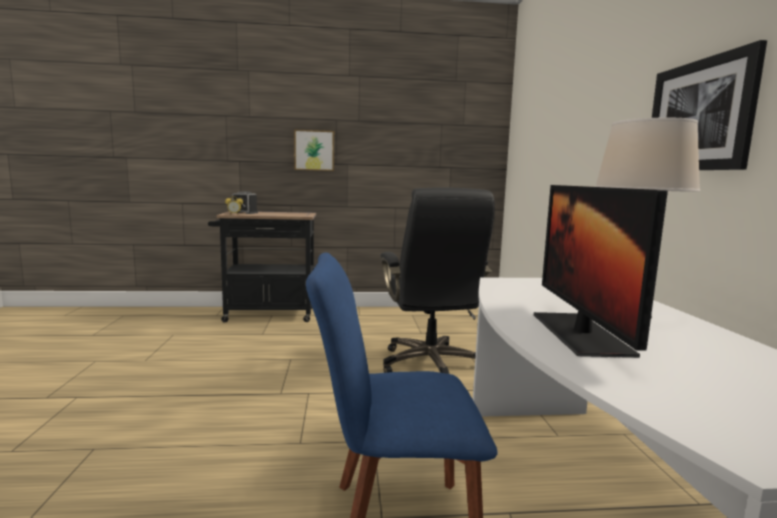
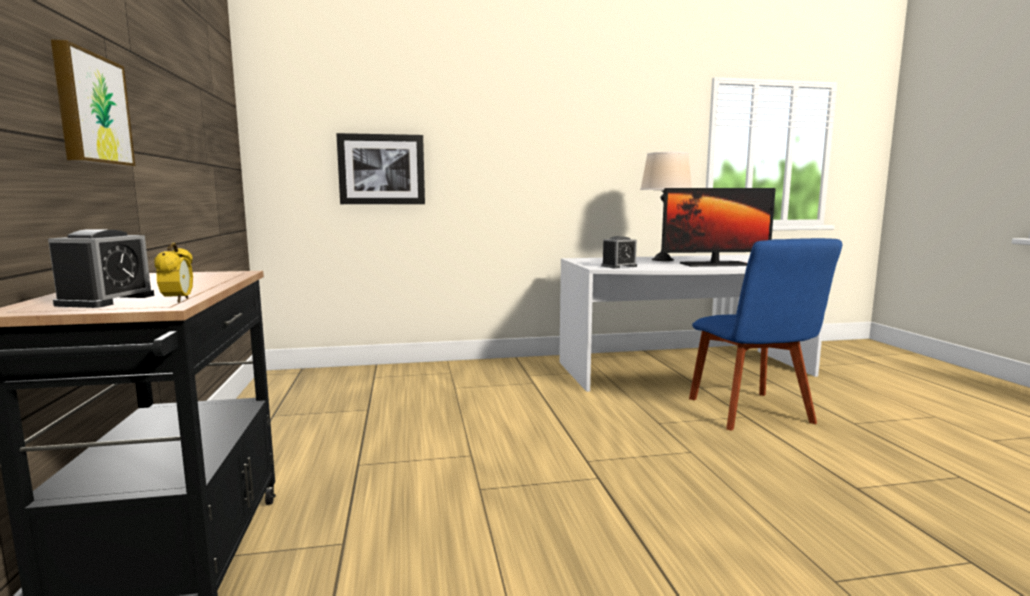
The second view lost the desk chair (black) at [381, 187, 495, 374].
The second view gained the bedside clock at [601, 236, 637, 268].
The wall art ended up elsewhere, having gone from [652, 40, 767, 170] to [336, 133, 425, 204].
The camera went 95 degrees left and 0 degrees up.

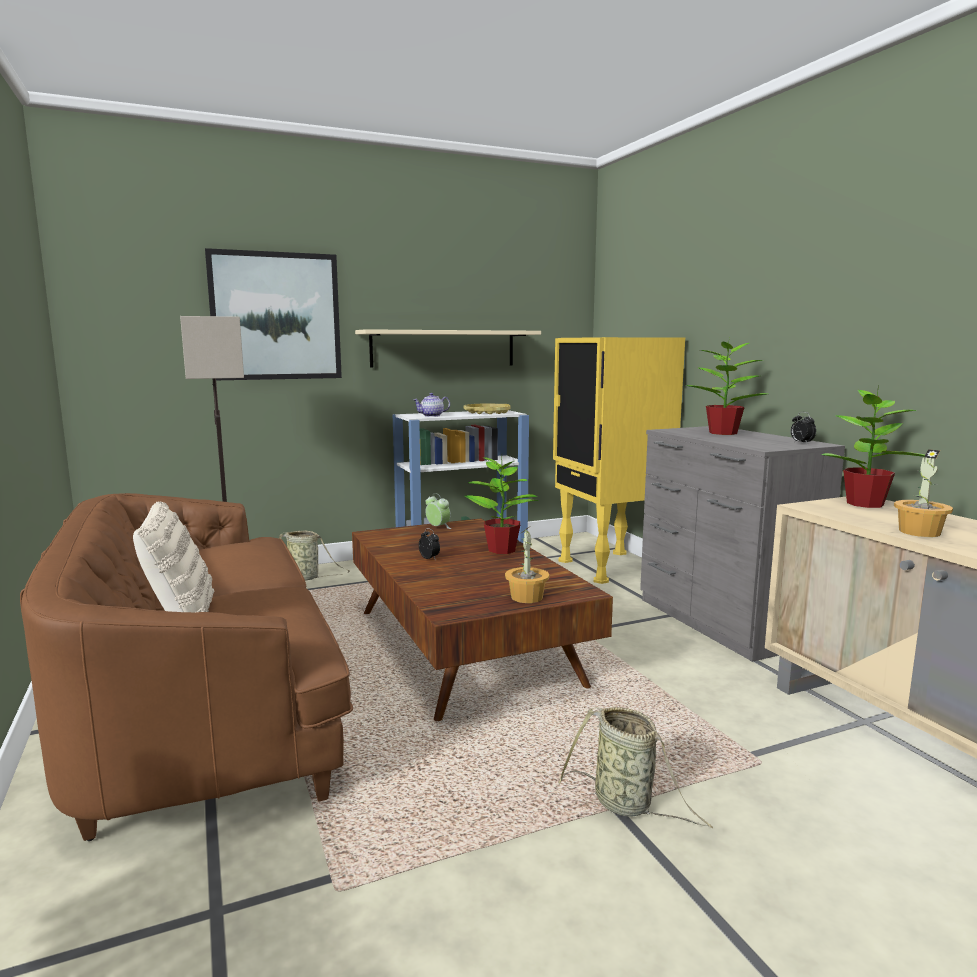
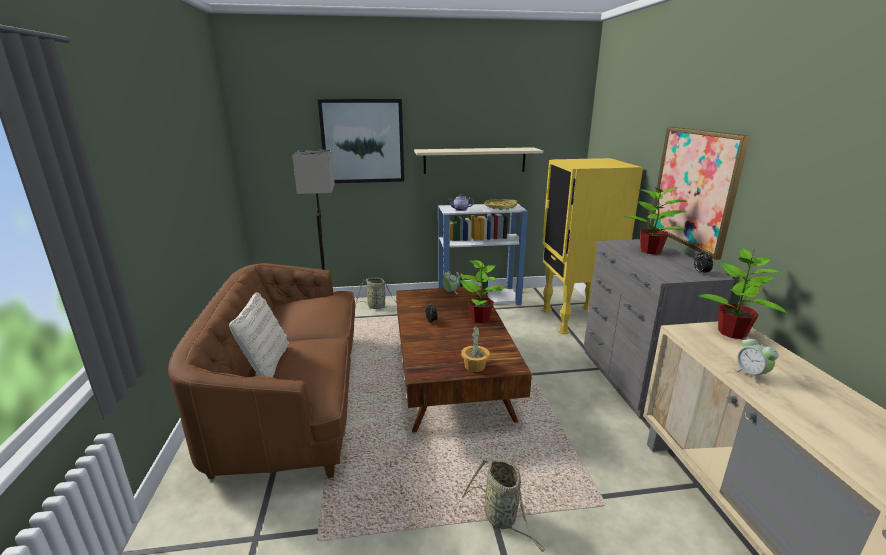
The second view gained the wall art at [650, 127, 750, 260].
Where the potted plant stood at [894, 449, 953, 537], the bedside clock came to stand at [733, 337, 779, 384].
The camera went 15 degrees right and 10 degrees up.

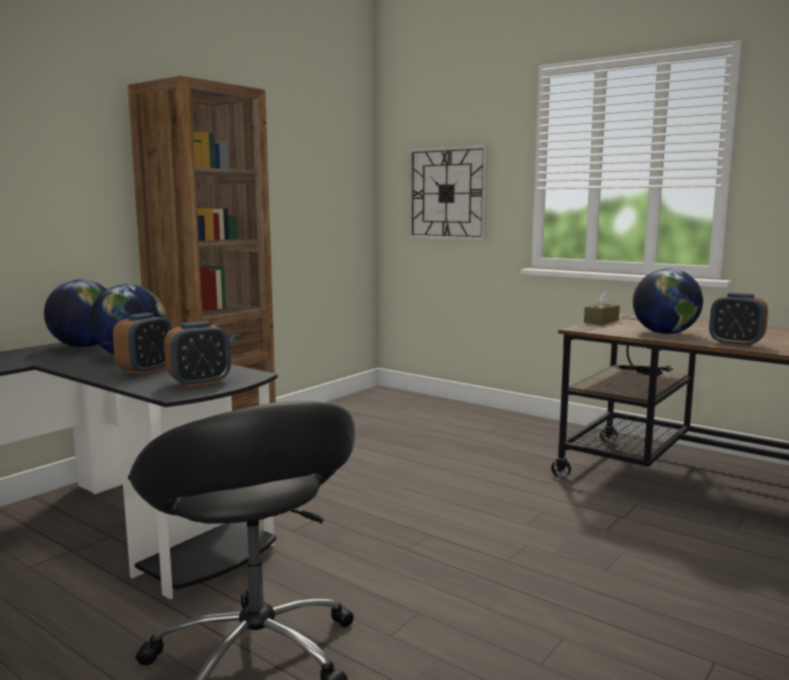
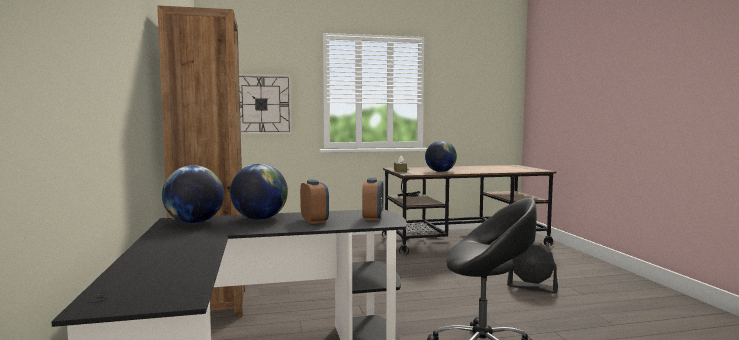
The second view lost the bedside clock at [709, 293, 768, 347].
The second view gained the electric fan (black) at [507, 242, 558, 293].
The camera went 50 degrees left and 5 degrees down.

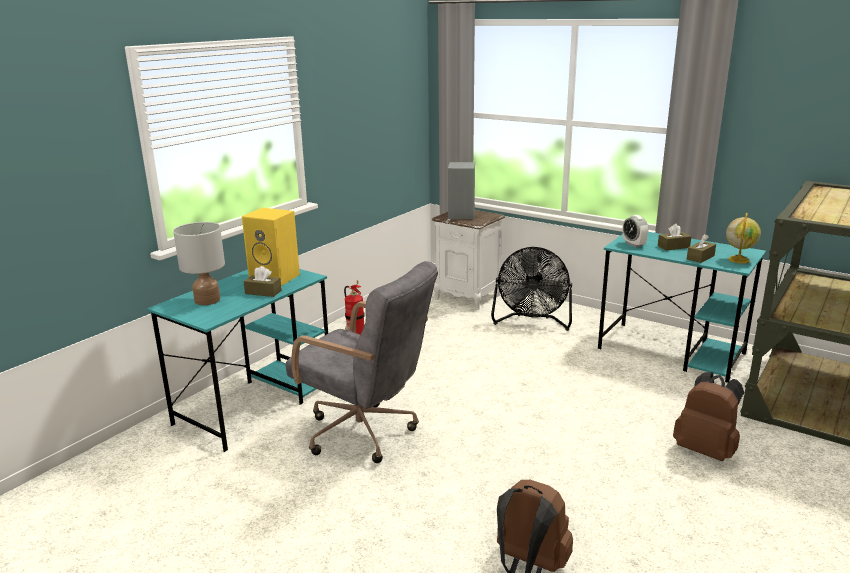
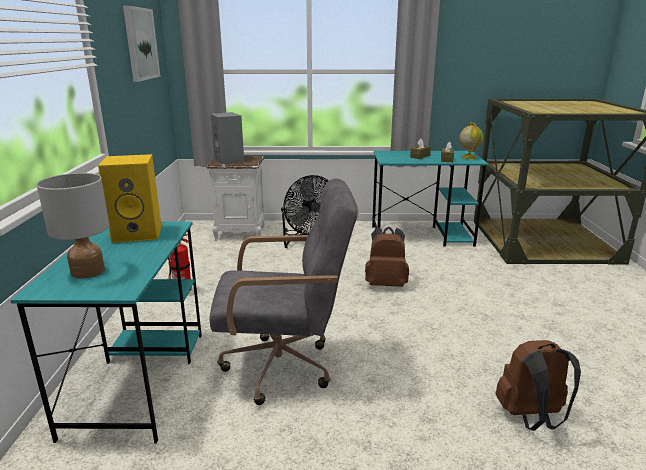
The second view lost the tissue box (brownish) at [244, 266, 282, 297].
The second view lost the bedside clock at [623, 215, 648, 247].
The second view gained the wall art at [123, 6, 160, 82].
The rucksack (brownish) ended up elsewhere, having gone from [673, 372, 744, 461] to [365, 227, 409, 287].
The camera went 35 degrees left and 0 degrees up.

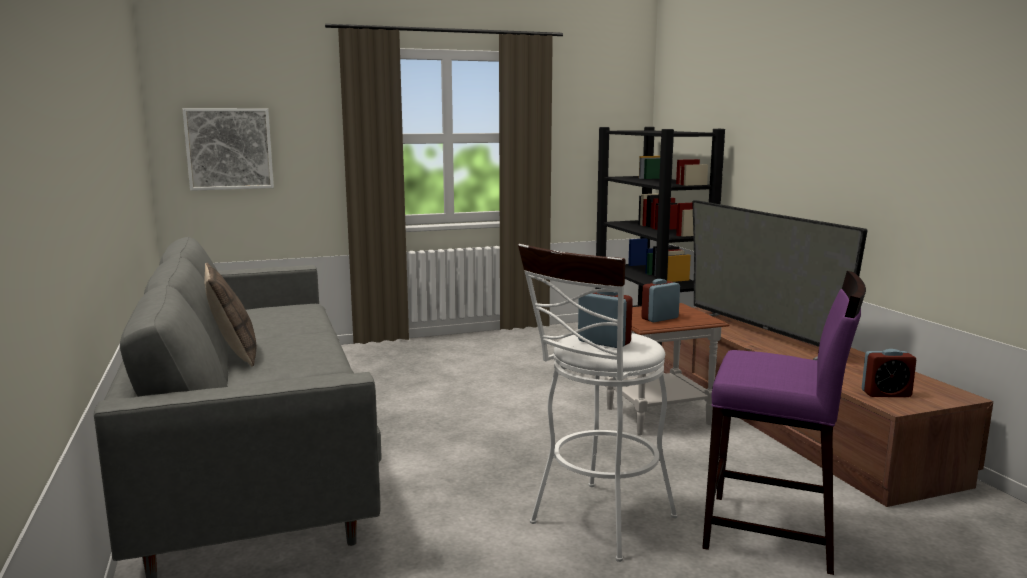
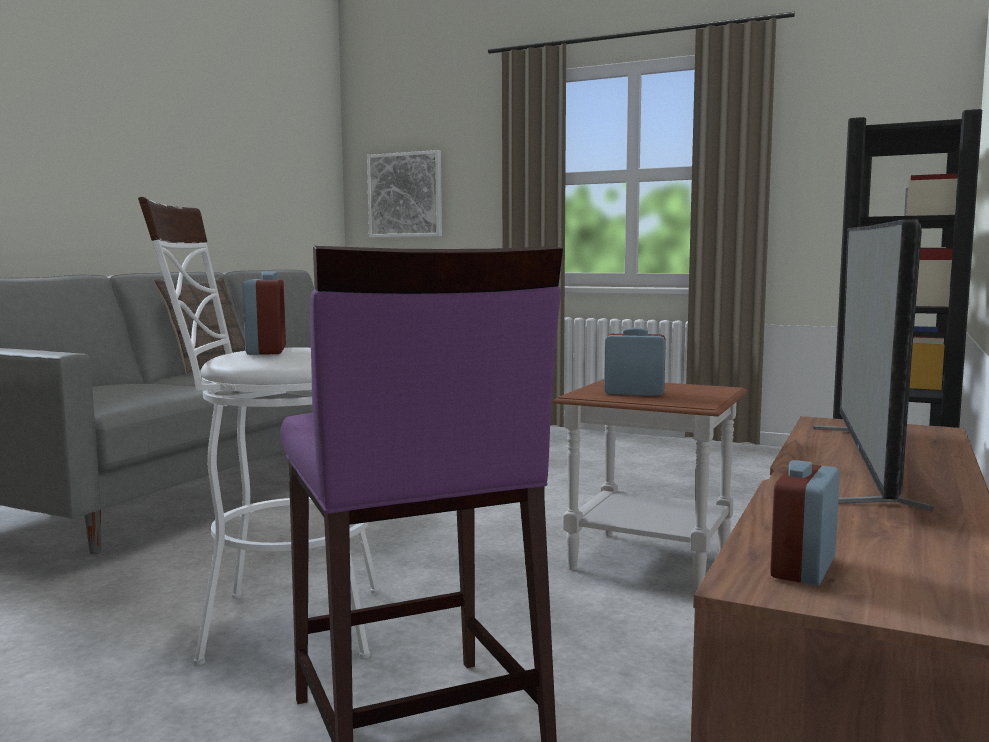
The bedside clock at [862, 349, 916, 397] ended up facing another way, 75 degrees clockwise from before.
The camera went 45 degrees right and 5 degrees down.

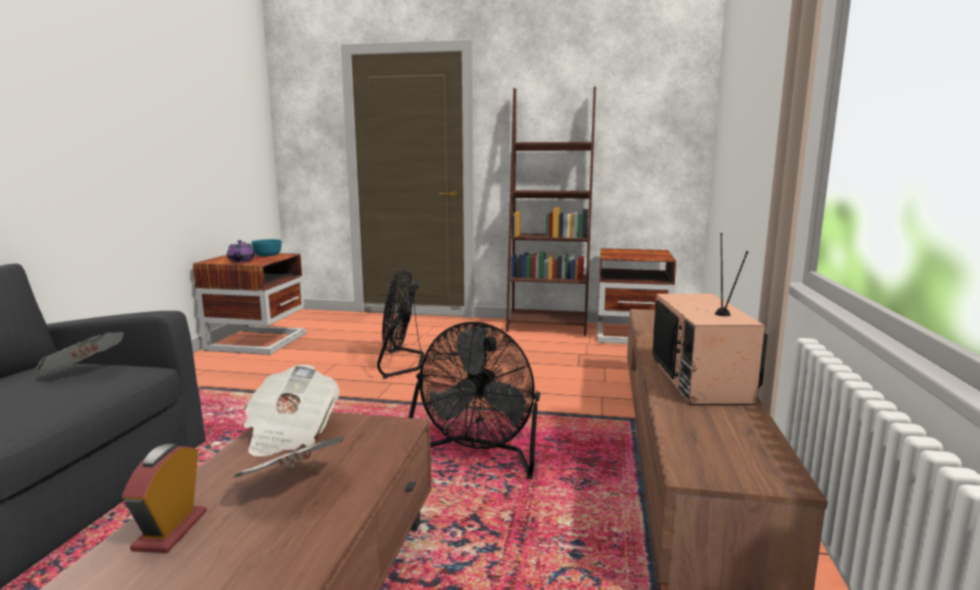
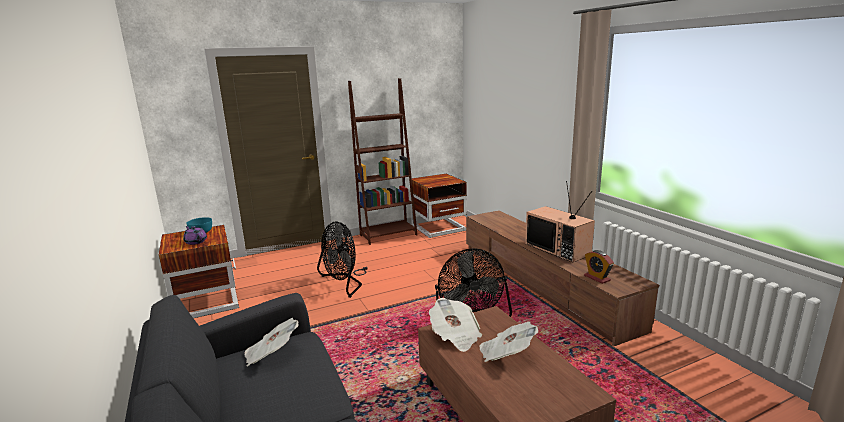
The bedside clock ended up elsewhere, having gone from [122, 444, 207, 553] to [584, 250, 614, 284].
The camera went 35 degrees left and 5 degrees up.

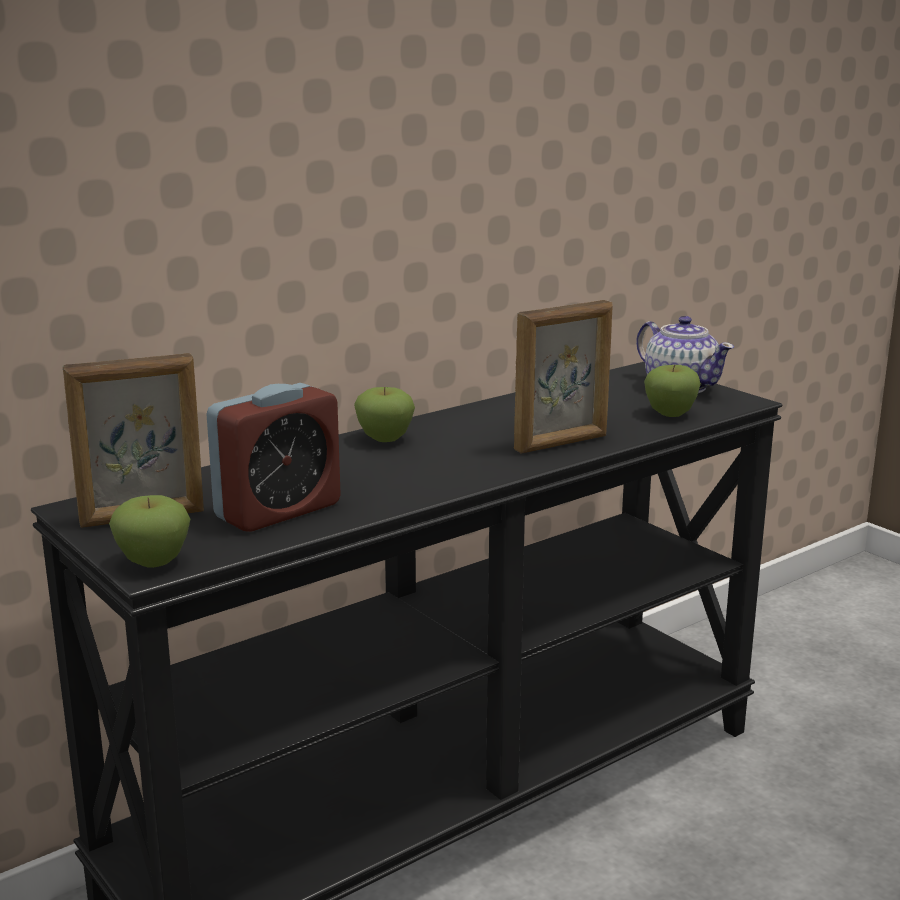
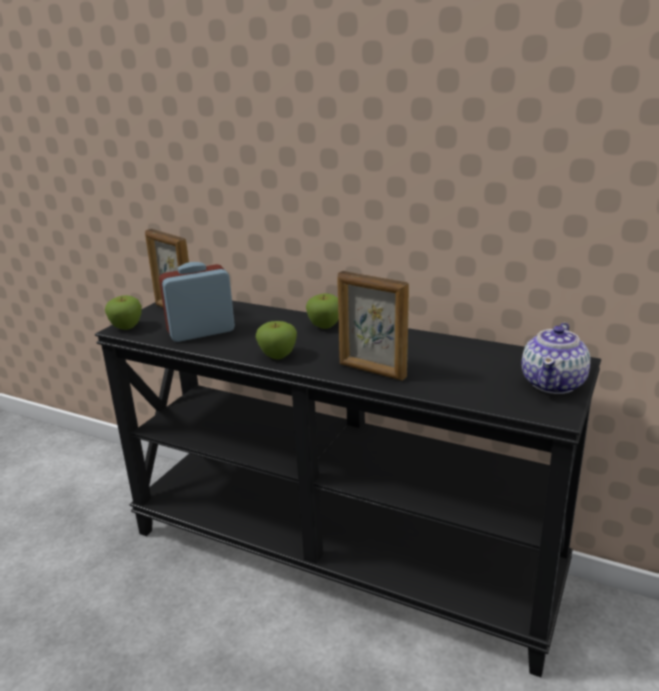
The apple fruit ended up elsewhere, having gone from [644, 365, 701, 417] to [256, 321, 297, 359].
The bedside clock at [207, 383, 341, 532] ended up facing another way, 135 degrees clockwise from before.
The camera went 65 degrees right and 5 degrees up.

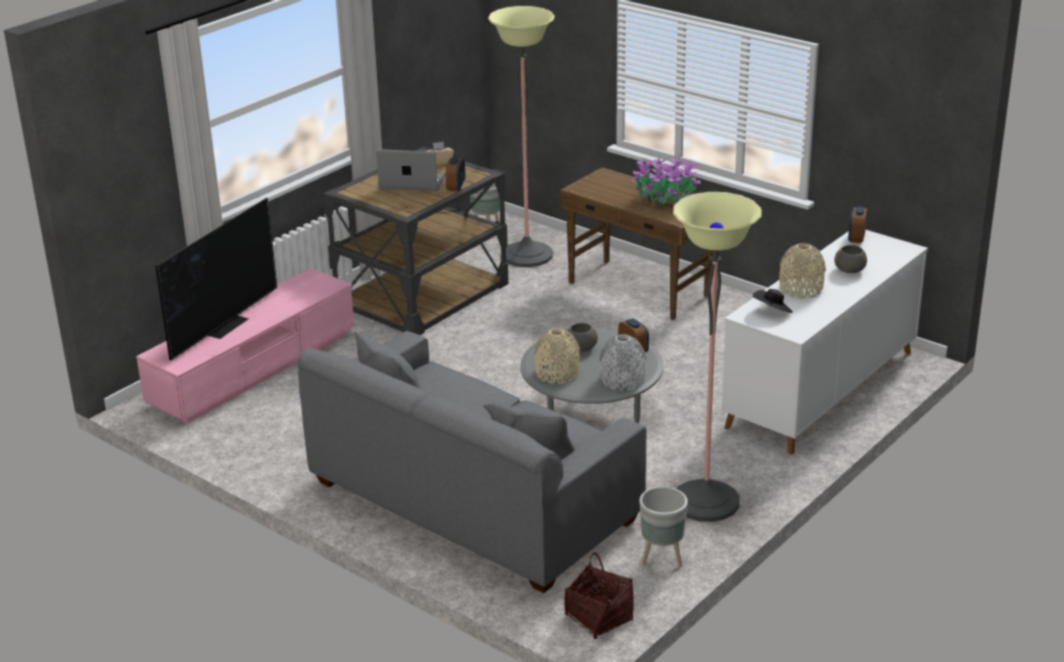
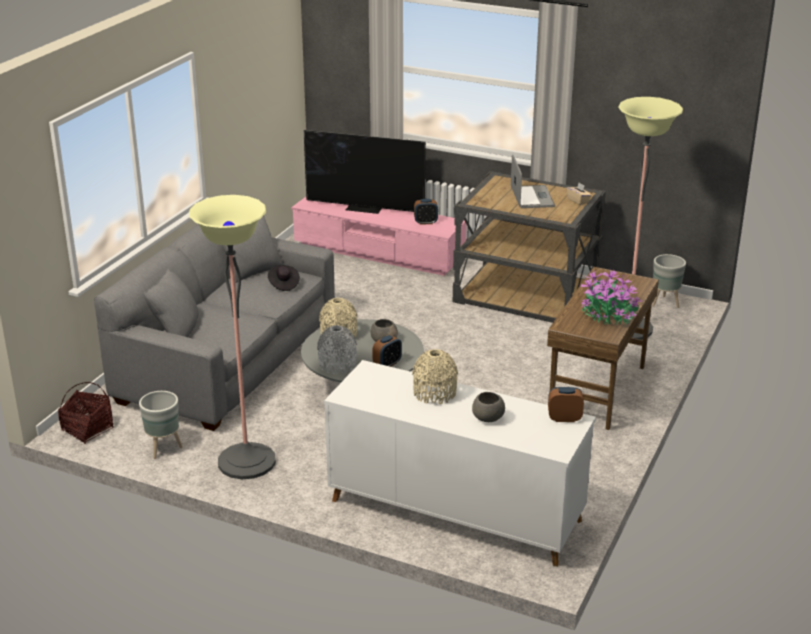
The bedside clock ended up elsewhere, having gone from [445, 157, 465, 192] to [414, 199, 438, 225].
The clothing hat (black) ended up elsewhere, having gone from [753, 289, 793, 313] to [268, 265, 300, 291].
The camera went 75 degrees right and 0 degrees up.

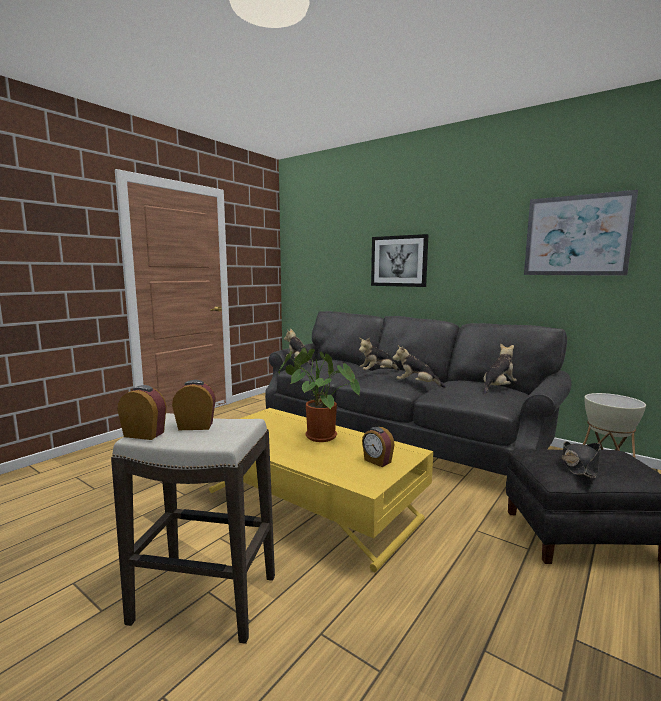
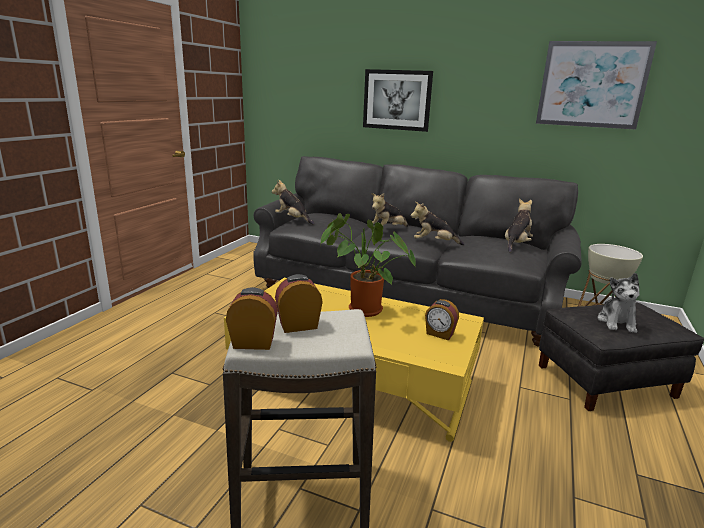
Where the clothing hat (black) stood at [562, 441, 601, 479], the plush toy came to stand at [598, 273, 639, 333].
The camera went 15 degrees left and 10 degrees up.

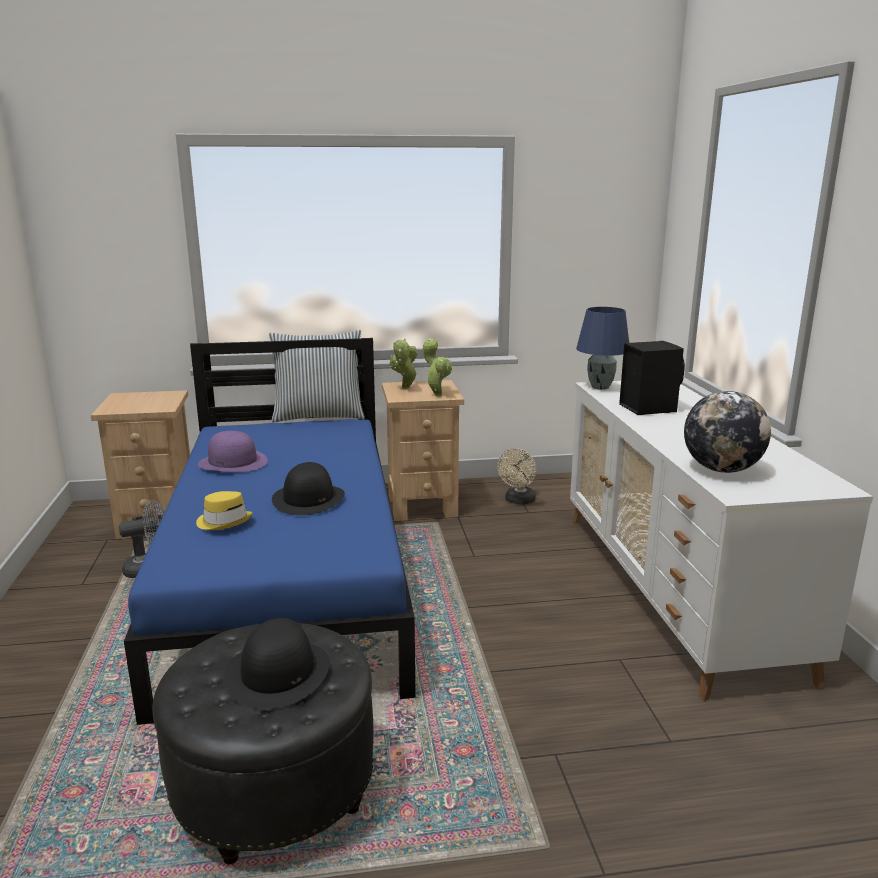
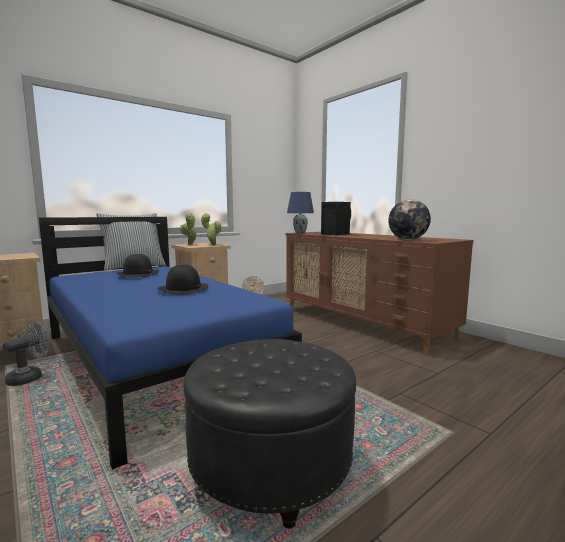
The second view lost the clothing hat (yellowish) at [196, 491, 252, 530].
The second view lost the clothing hat (purple-coloured) at [198, 431, 268, 472].
The clothing hat (black) ended up elsewhere, having gone from [224, 618, 330, 709] to [116, 254, 159, 278].
What was the drawer chest (white) at [570, 381, 873, 702] turned into the drawer chest (brownish) at [285, 232, 473, 356].
The camera went 30 degrees left and 10 degrees down.

